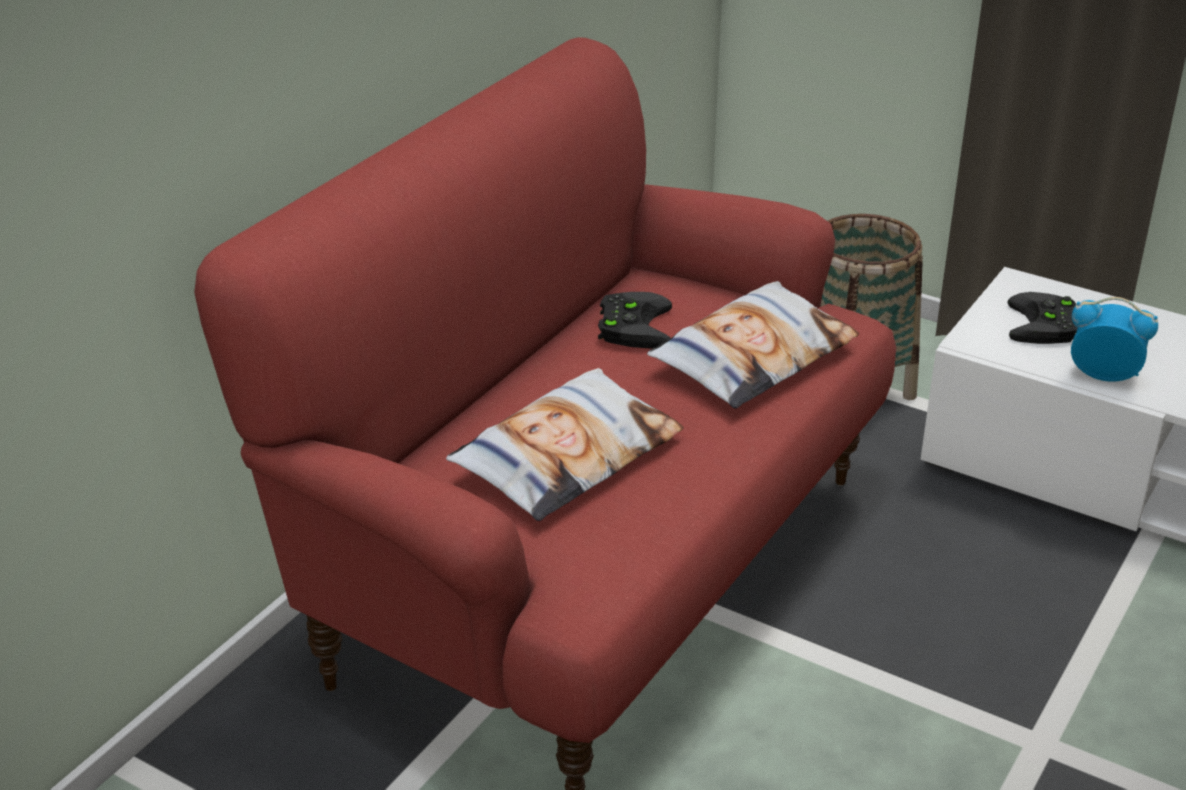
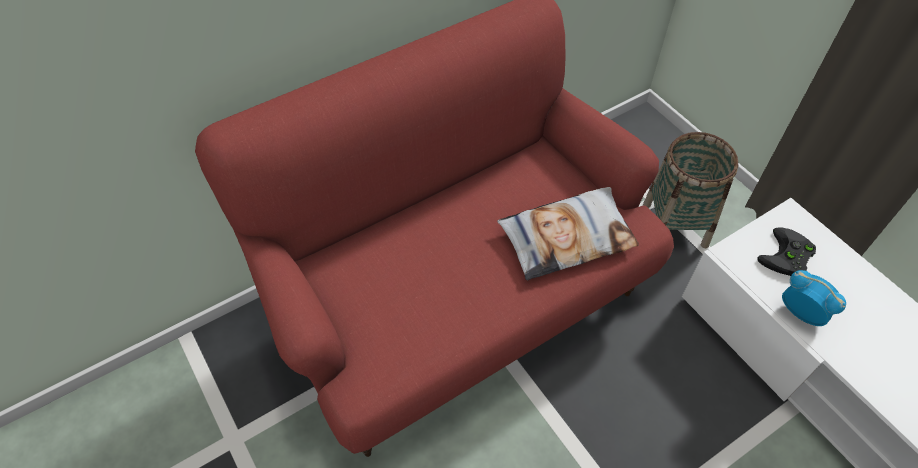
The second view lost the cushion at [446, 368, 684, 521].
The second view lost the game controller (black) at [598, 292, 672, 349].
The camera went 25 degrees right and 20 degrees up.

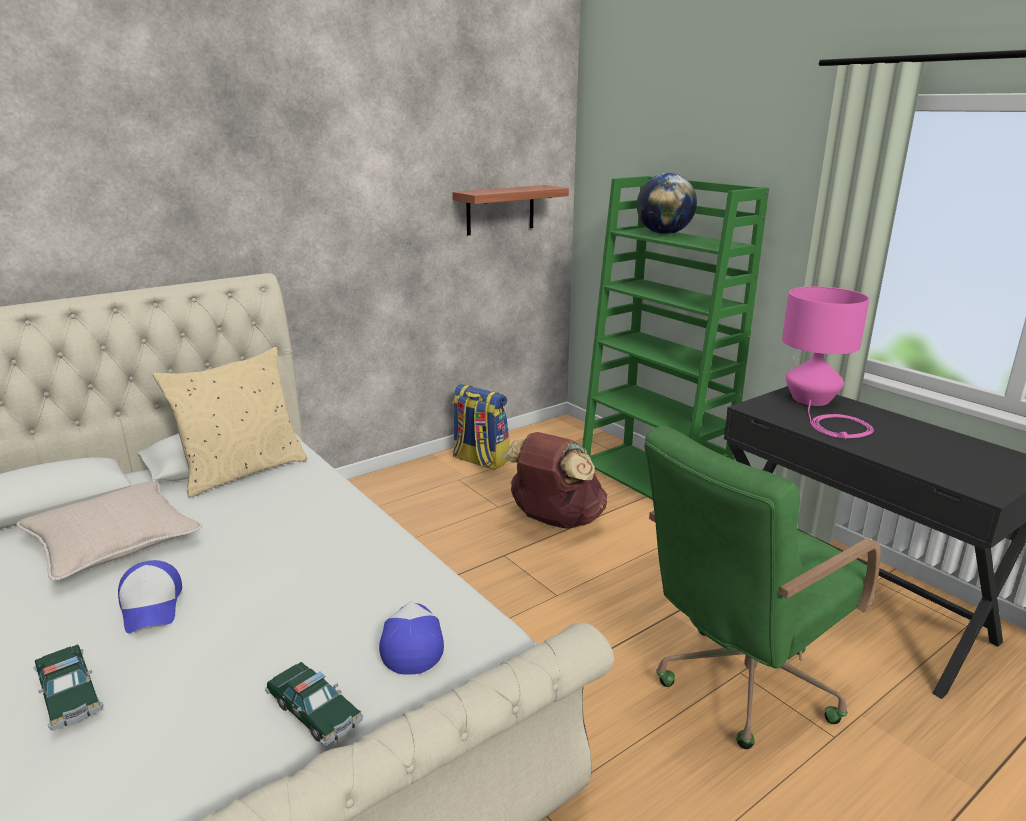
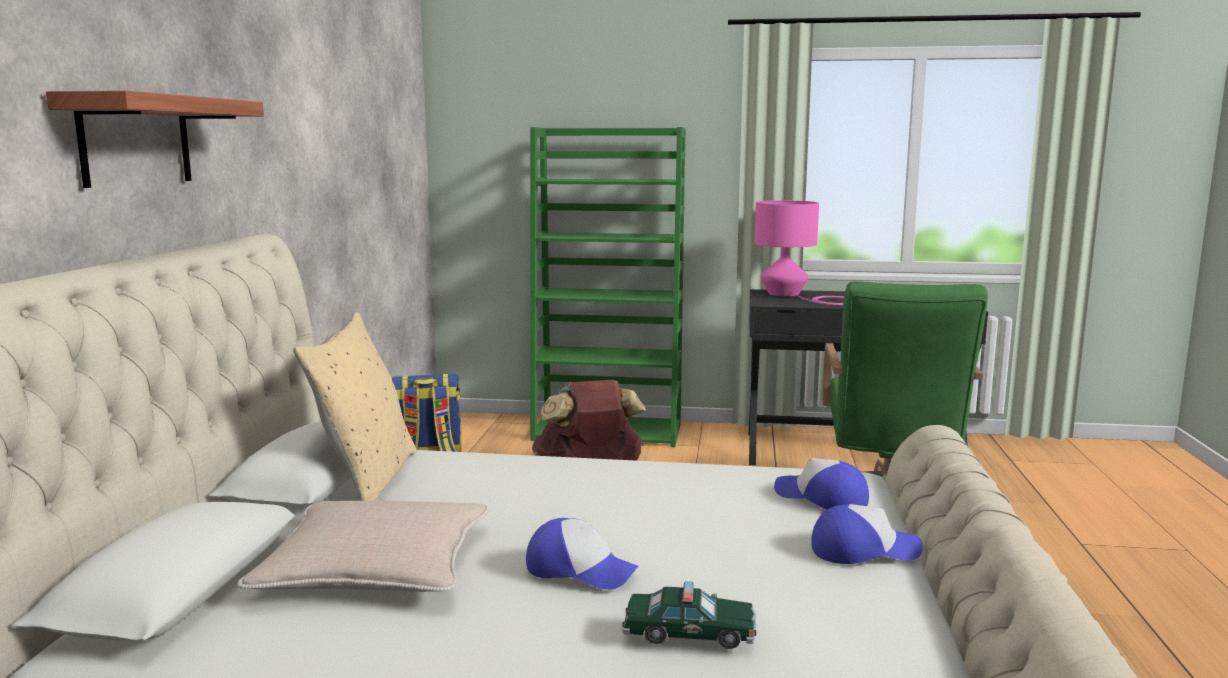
The second view lost the desk globe at [637, 173, 697, 234].
The wall shelf ended up elsewhere, having gone from [452, 185, 569, 235] to [46, 90, 264, 188].
Where the miniature car stood at [265, 662, 363, 746], the baseball cap came to stand at [811, 504, 923, 564].
The camera went 45 degrees left and 10 degrees down.

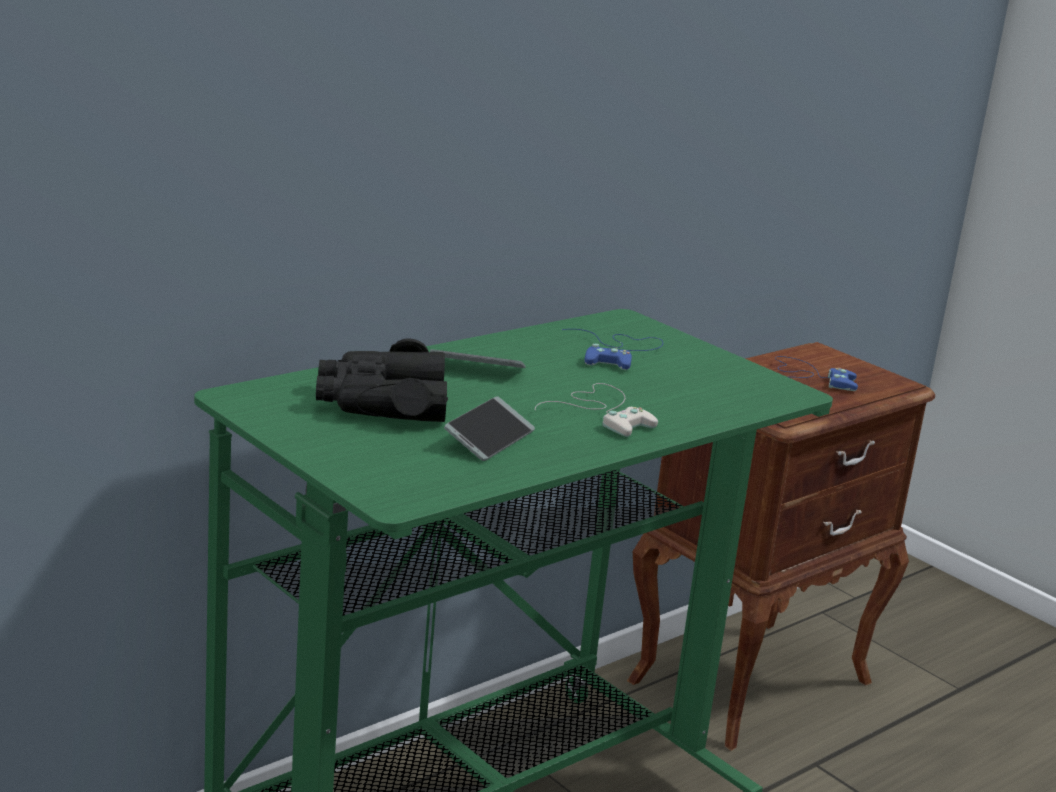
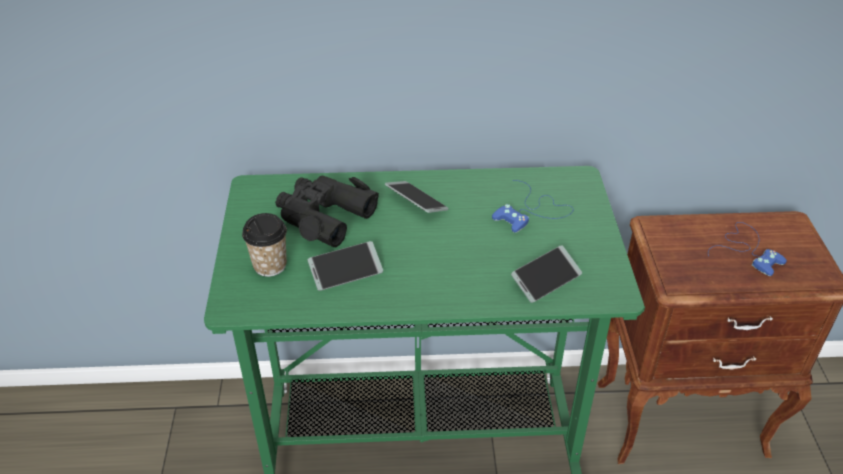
The second view lost the game controller (white) at [535, 383, 658, 437].
The second view gained the drinking cup at [242, 213, 287, 277].
The second view gained the telephone at [511, 245, 582, 303].
The camera went 40 degrees right and 20 degrees up.

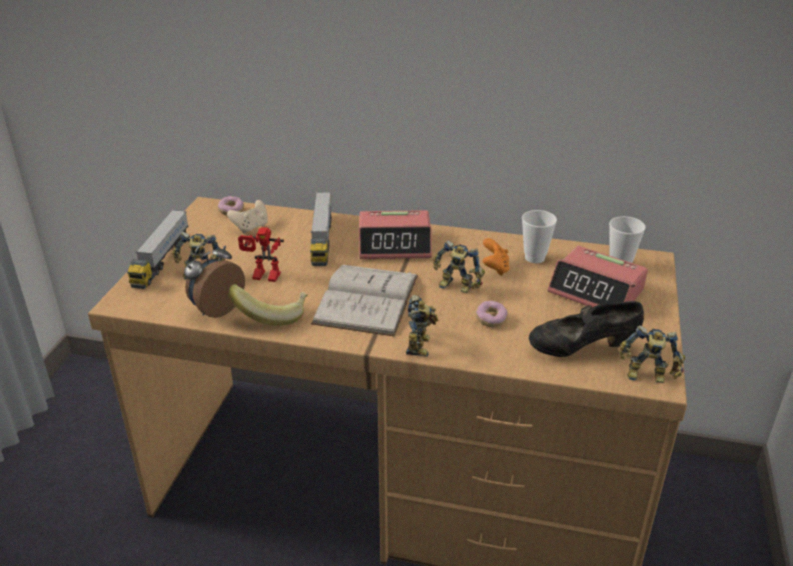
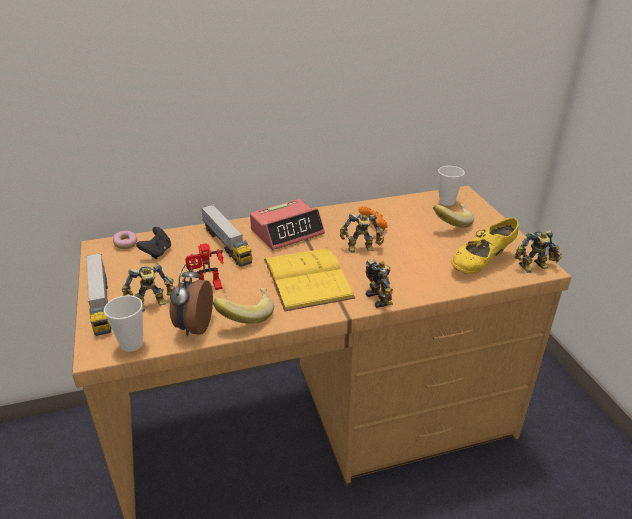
The second view lost the doughnut at [476, 301, 508, 327].
The drinking cup ended up elsewhere, having gone from [522, 210, 557, 263] to [104, 295, 143, 352].
Where the bedside clock stood at [548, 246, 648, 308], the banana fruit came to stand at [433, 204, 474, 228].
What was the game controller (sand-coloured) at [227, 200, 268, 234] turned into the game controller (black) at [136, 227, 171, 259].
What was the bound book (white) at [311, 265, 418, 336] turned into the bound book (yellowish) at [264, 247, 355, 311].
What was the shoe (black) at [529, 301, 644, 357] turned into the shoe (yellowish) at [451, 218, 519, 274].
The camera went 30 degrees left and 0 degrees up.

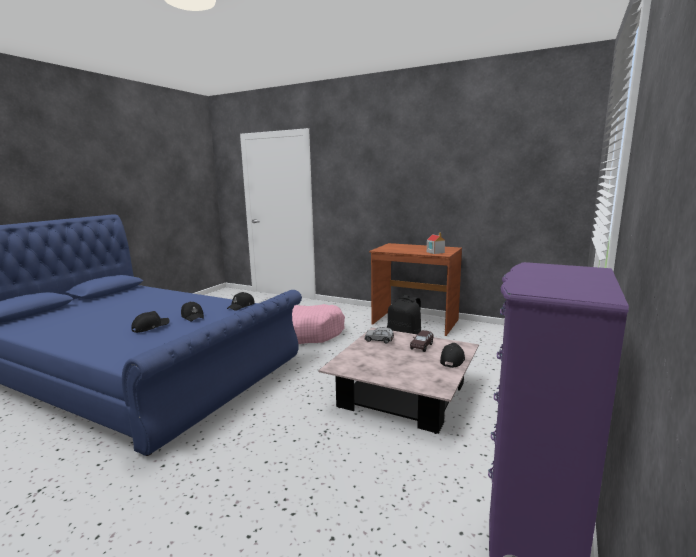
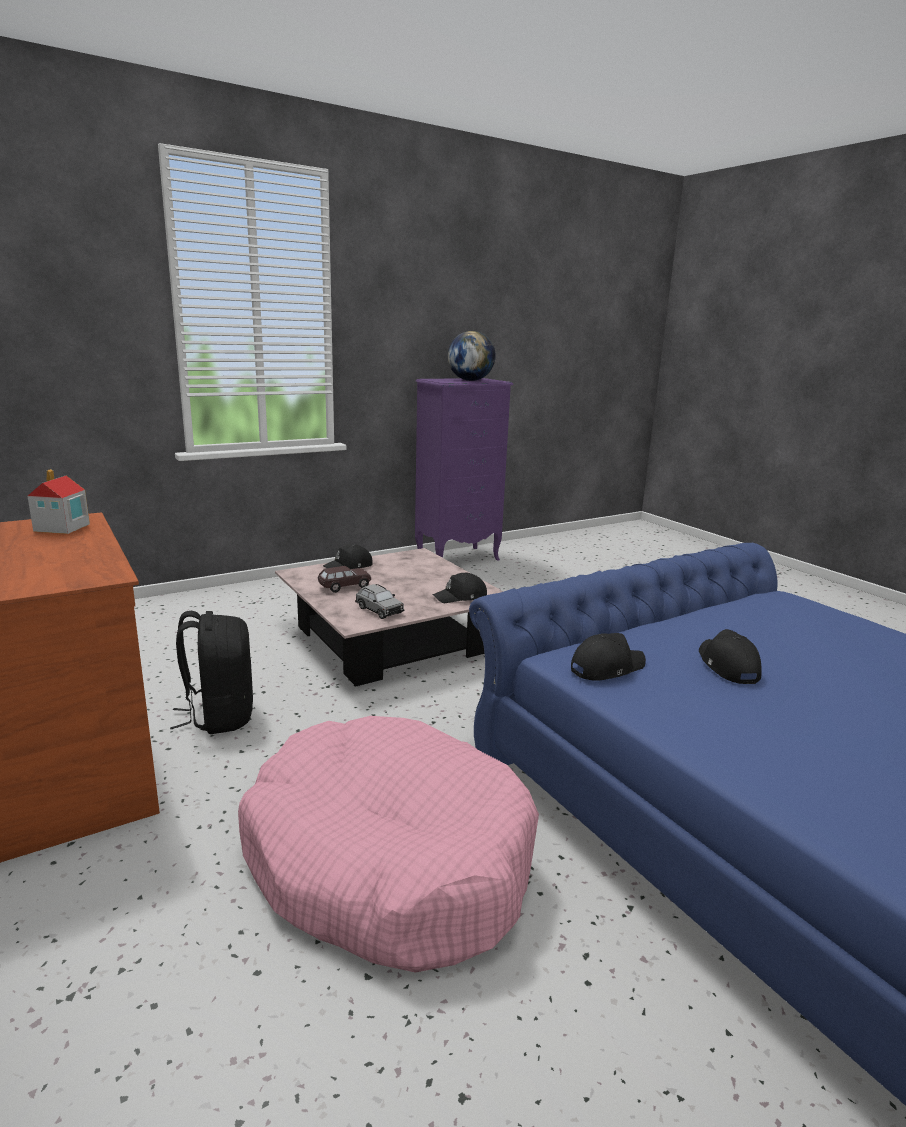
The second view gained the desk globe at [448, 331, 496, 381].
The baseball cap (black) ended up elsewhere, having gone from [131, 311, 169, 333] to [432, 572, 487, 603].
The camera went 150 degrees left and 5 degrees up.

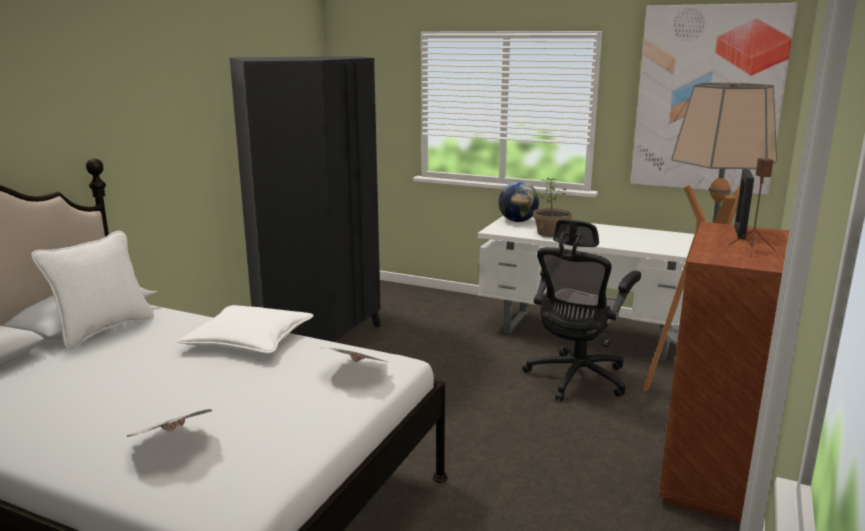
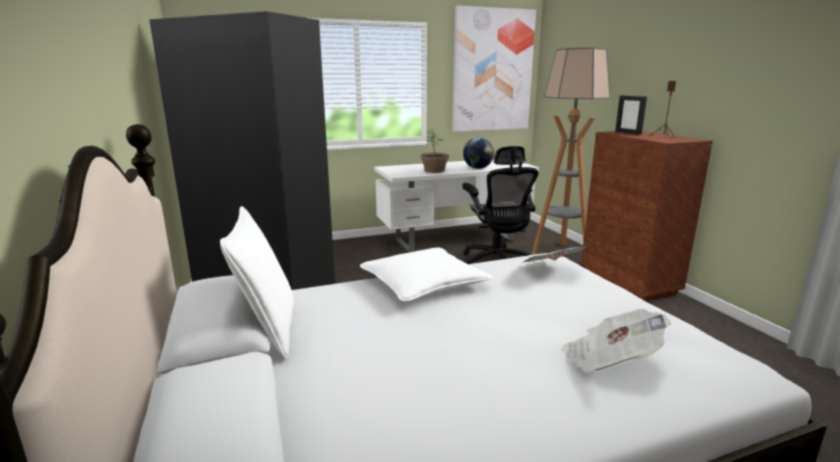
The desk globe ended up elsewhere, having gone from [498, 182, 539, 222] to [463, 137, 494, 169].
The camera went 45 degrees left and 0 degrees up.

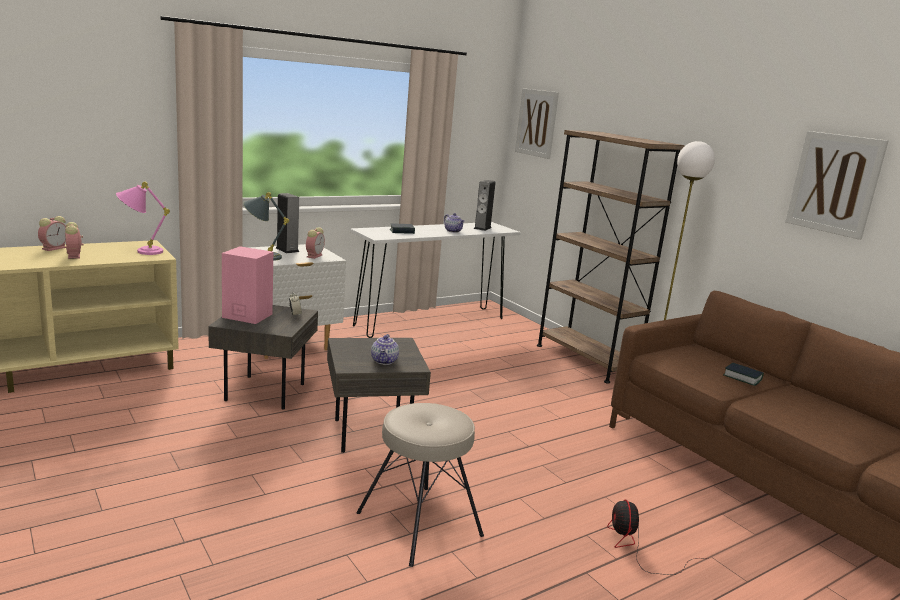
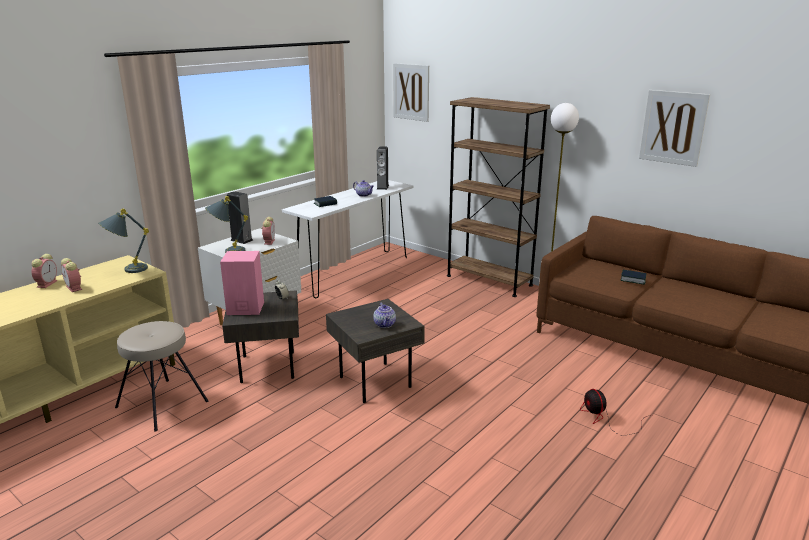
The stool seat (sand-coloured) ended up elsewhere, having gone from [356, 403, 484, 567] to [115, 321, 208, 432].
What was the lamp for a table (pink) at [116, 182, 170, 255] turned into the lamp for a table (greyish) at [98, 209, 149, 273].
The camera went 15 degrees left and 5 degrees up.

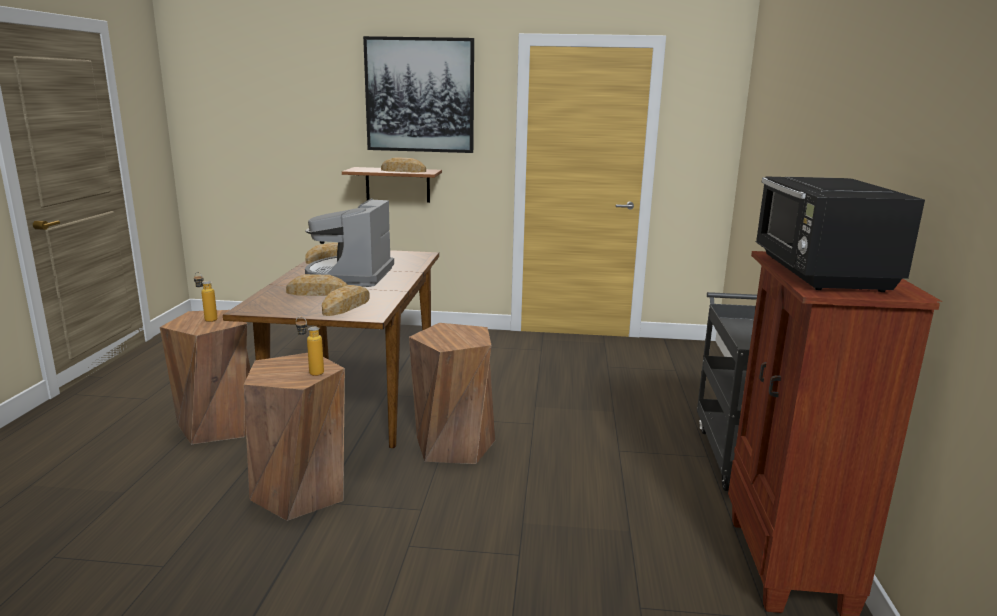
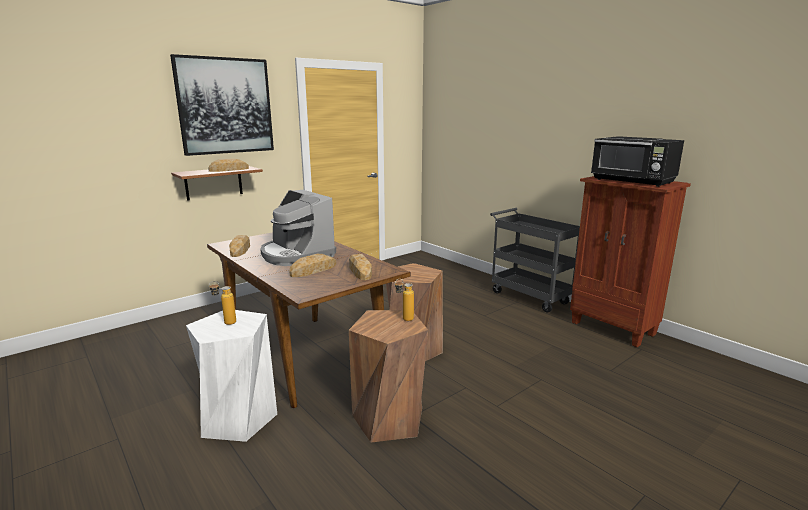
What was the stool seat (brownish) at [160, 310, 251, 444] turned into the stool seat (white) at [186, 310, 277, 442].
The camera went 45 degrees left and 0 degrees up.

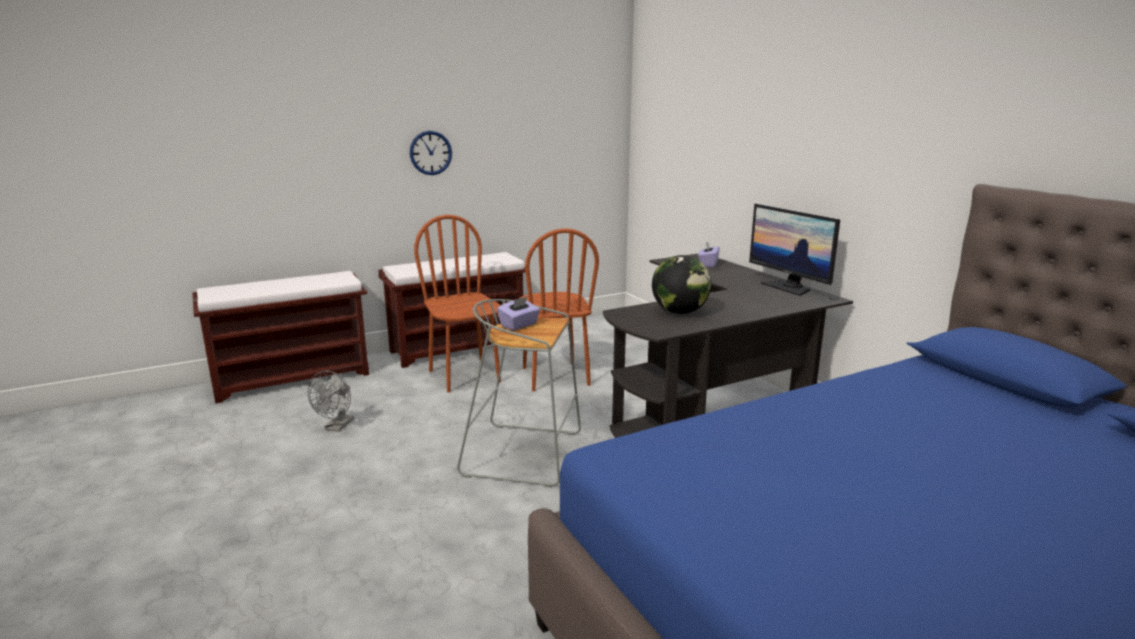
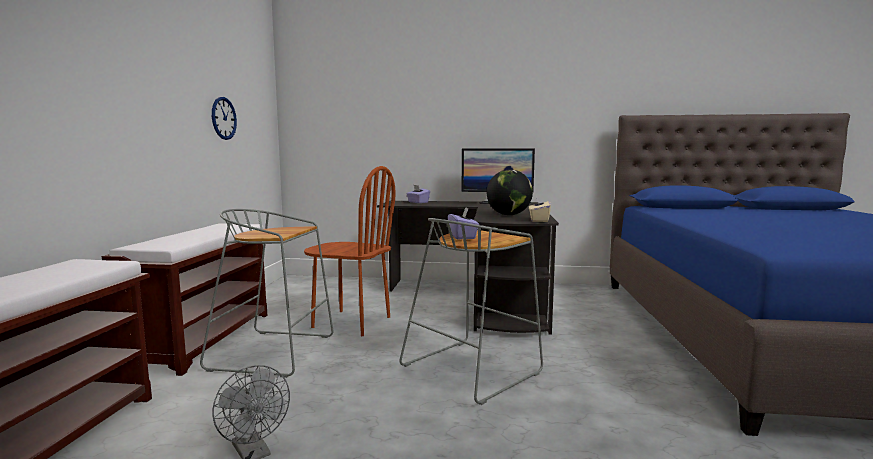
The second view gained the tissue box (sand-coloured) at [529, 196, 551, 222].
The wall clock ended up elsewhere, having gone from [410, 131, 452, 175] to [212, 97, 237, 140].
Where the chair (brownish) stood at [414, 215, 501, 393], the stool seat (greyish) came to stand at [200, 209, 334, 378].
The camera went 55 degrees left and 10 degrees down.

